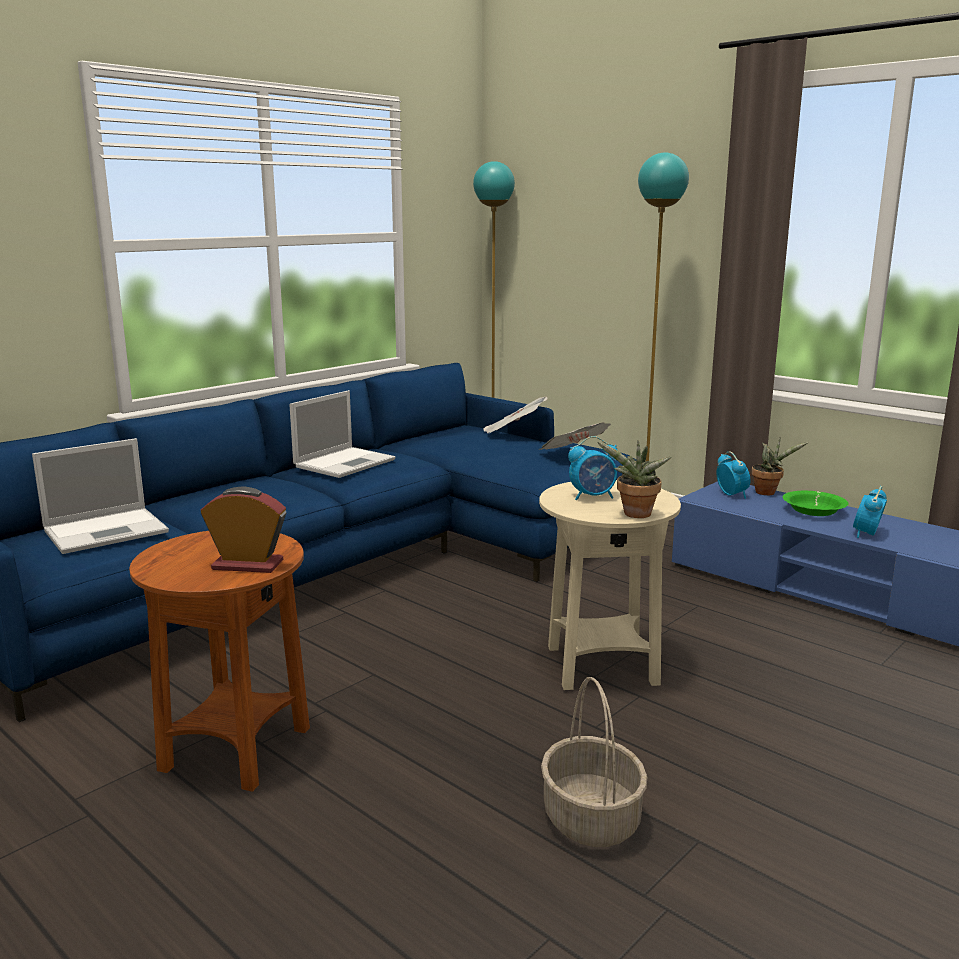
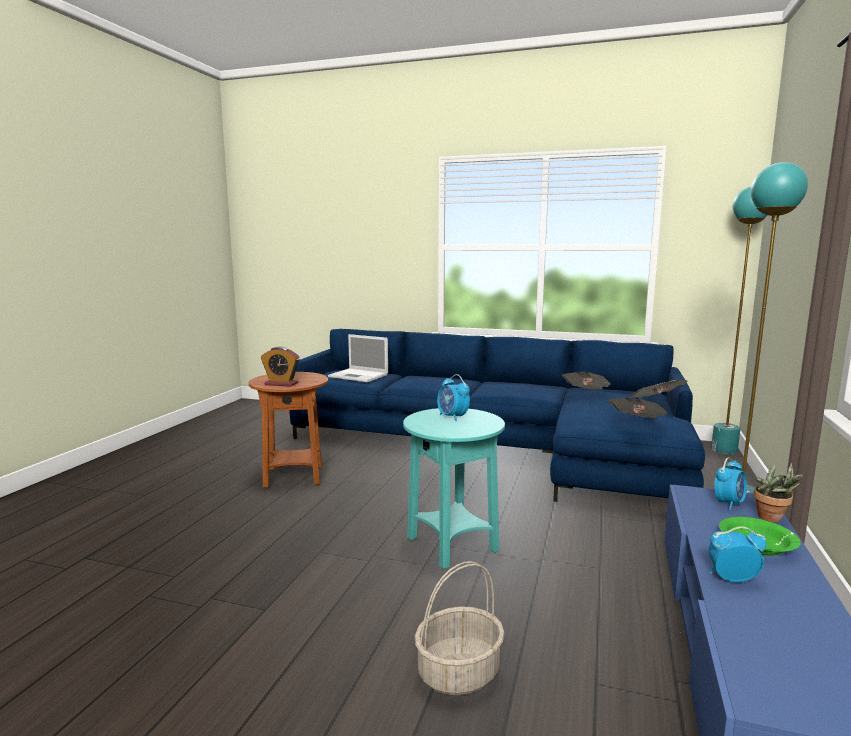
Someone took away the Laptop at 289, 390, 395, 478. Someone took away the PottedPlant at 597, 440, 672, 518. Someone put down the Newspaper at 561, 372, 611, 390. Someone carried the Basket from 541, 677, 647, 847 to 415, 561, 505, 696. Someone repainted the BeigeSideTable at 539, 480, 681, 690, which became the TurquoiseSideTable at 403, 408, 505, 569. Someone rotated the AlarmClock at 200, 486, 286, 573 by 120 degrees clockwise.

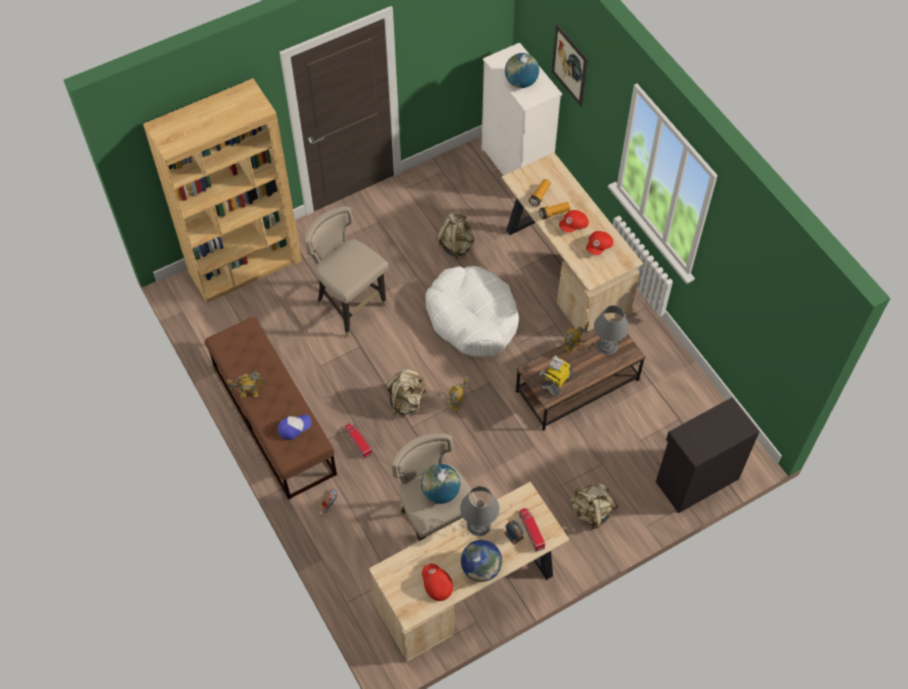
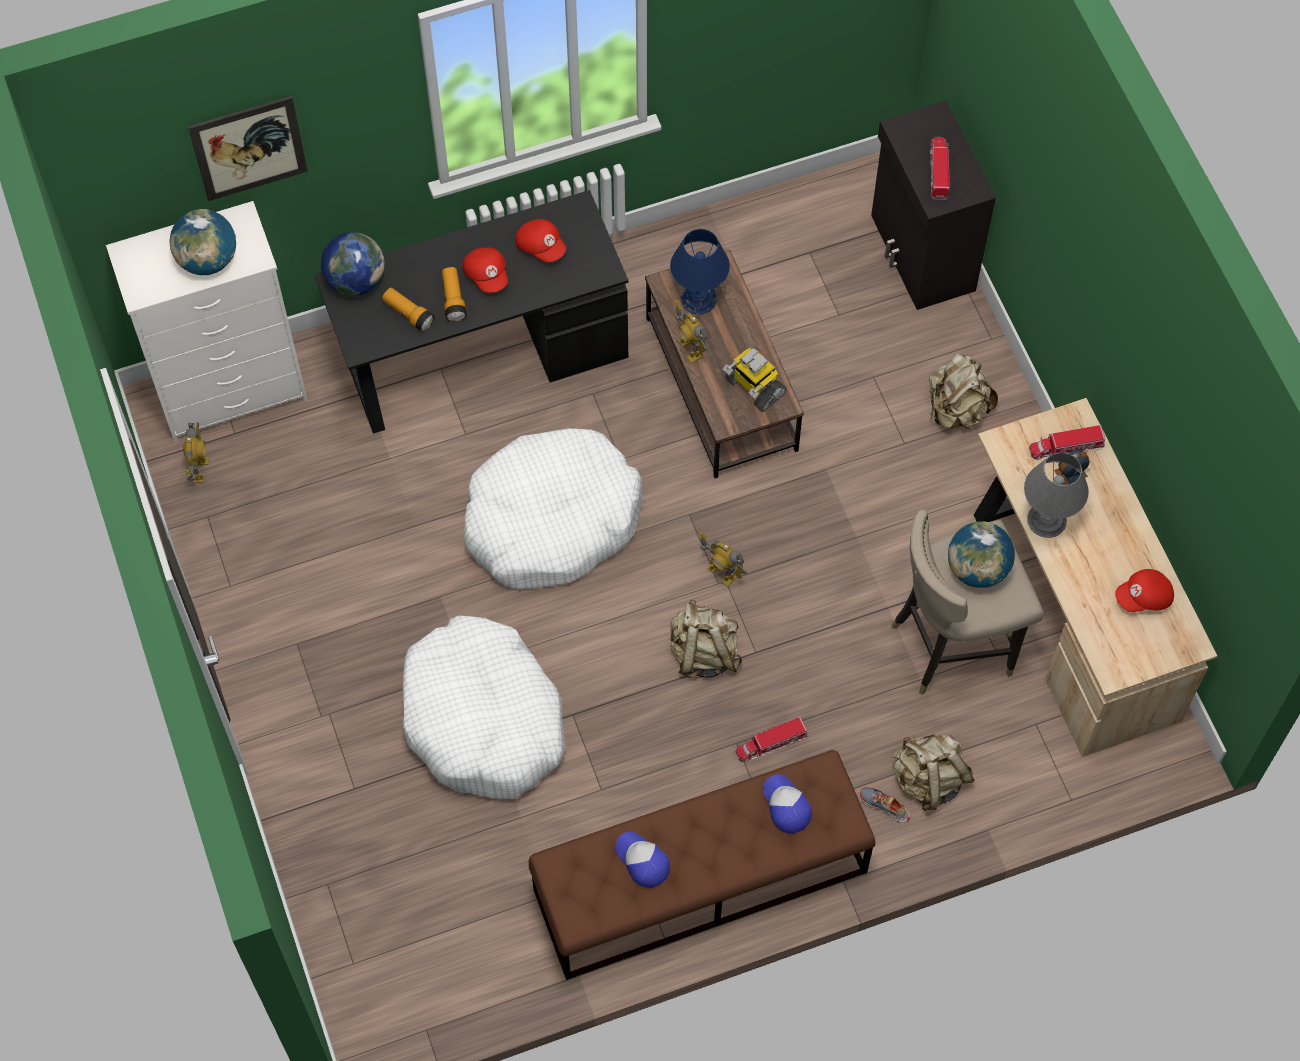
Someone took away the BrownBookcase at 143, 78, 302, 303. Someone put down the Cap at 615, 831, 670, 888. Someone put down the ToyTruck at 930, 137, 950, 200. Someone carried the ToyRobot from 227, 372, 265, 398 to 183, 422, 209, 483. Someone carried the BeigeBackpack from 436, 212, 475, 259 to 892, 734, 975, 811. Someone carried the Globe from 461, 540, 502, 582 to 321, 232, 385, 296. Someone swapped the BeigeStool at 305, 206, 389, 337 for the WhiteDogBed at 403, 615, 566, 799. Someone repainted the BeigeDesk at 501, 152, 643, 334, which became the BlackDesk at 314, 190, 628, 434. Someone repainted the GreyTableLamp at 594, 305, 629, 355, which became the BlueTableLamp at 670, 229, 730, 314.

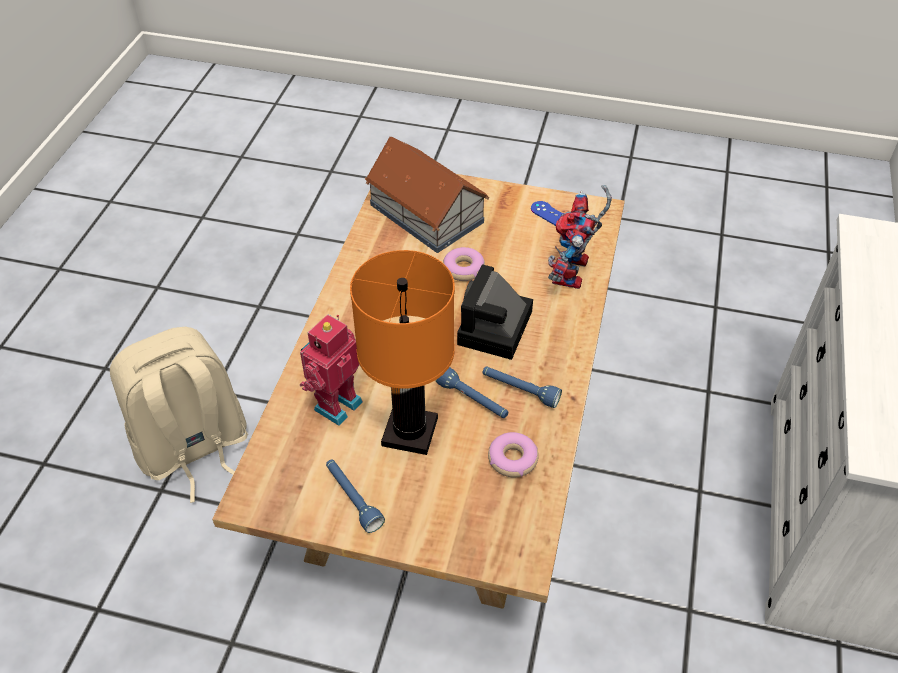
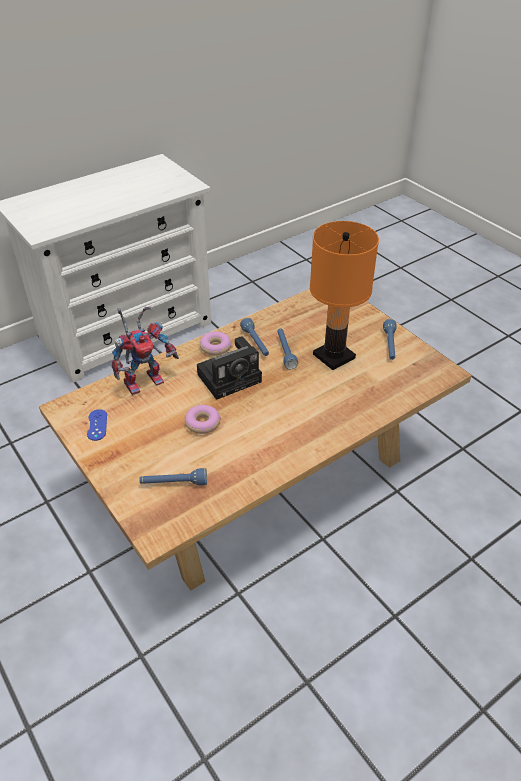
Someone took away the BeigeBackpack at 110, 327, 248, 503. Someone took away the ToyRobot at 300, 314, 363, 426. Someone carried the Donut from 488, 432, 539, 477 to 200, 331, 231, 356. Someone swapped the ToyHouse at 365, 137, 490, 253 for the BlueFlashlight at 139, 468, 207, 485.

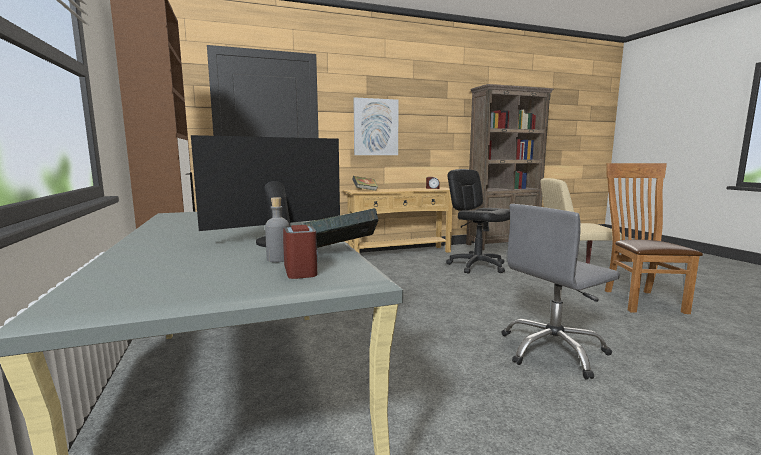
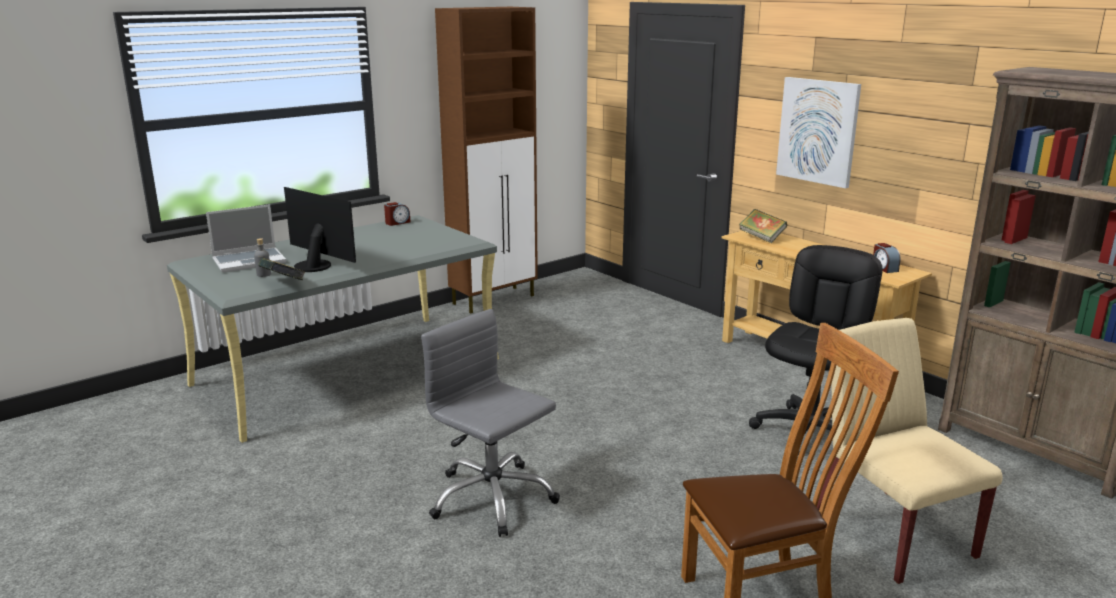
Someone put down the Laptop at 206, 204, 286, 272. Someone carried the AlarmClock from 283, 225, 318, 279 to 384, 202, 410, 226.

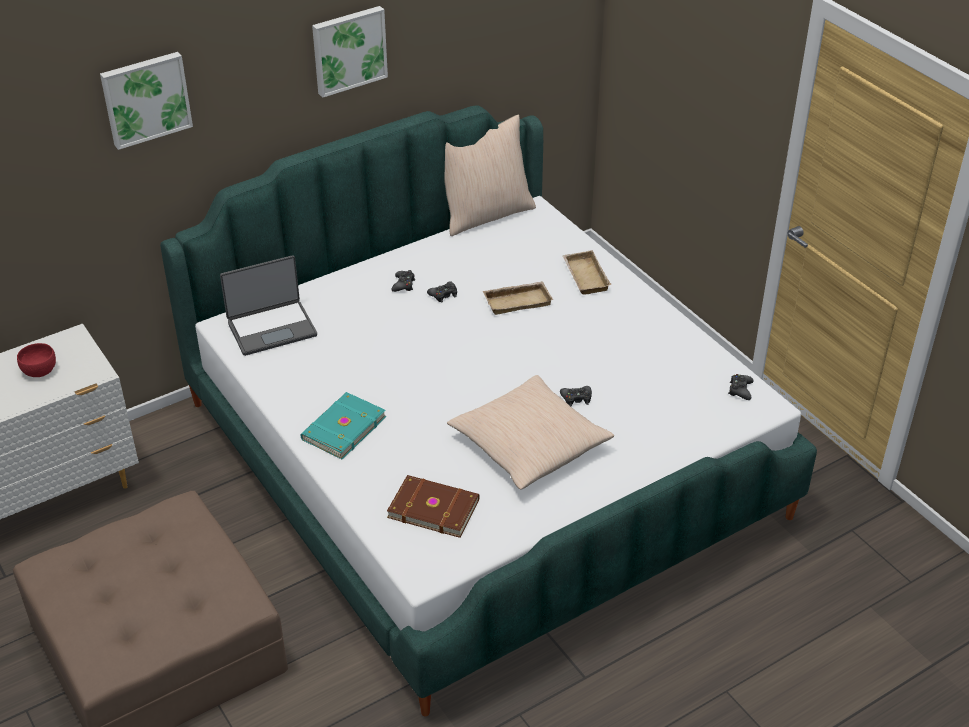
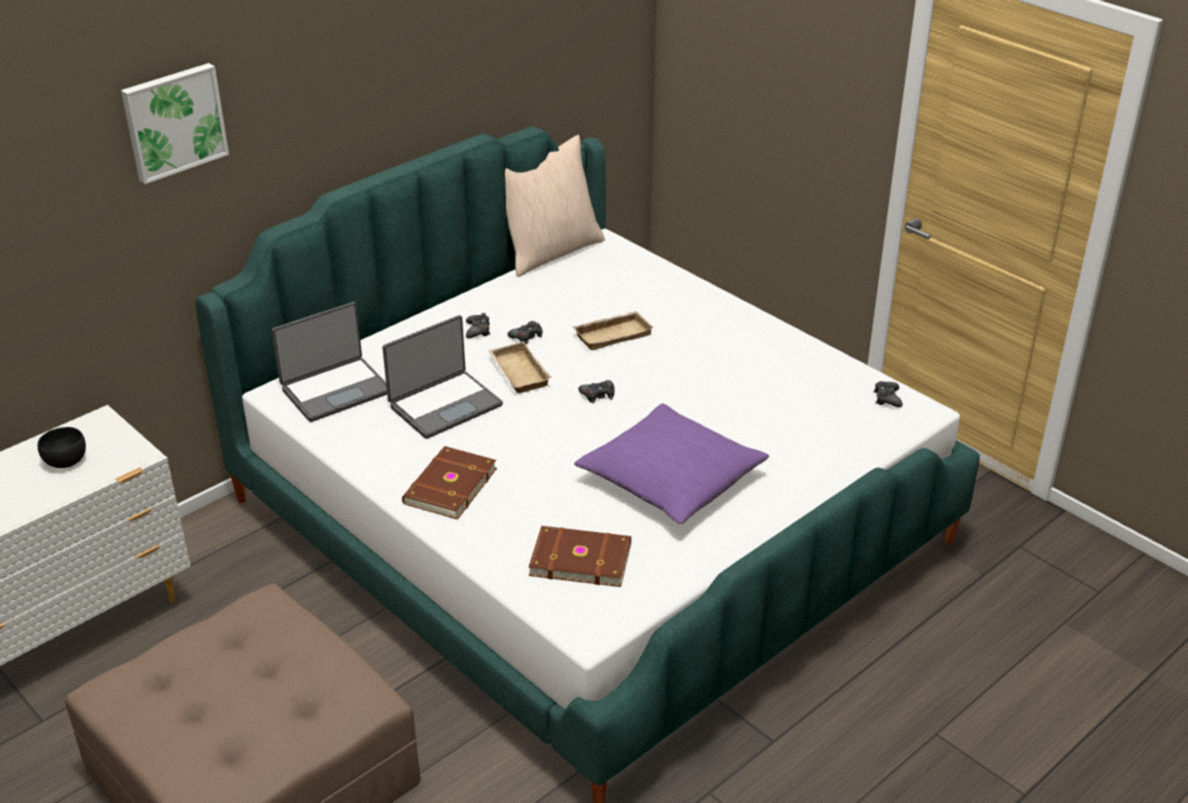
Someone took away the Picture at 312, 6, 388, 98. Someone put down the Laptop at 382, 315, 503, 439. Someone carried the BlackGameController from 560, 386, 592, 406 to 578, 380, 615, 403. Someone carried the BeigeTray from 562, 250, 611, 295 to 488, 341, 552, 393. Someone repainted the RedBowl at 17, 343, 56, 377, which became the BlackBowl at 38, 427, 86, 468. Someone repainted the TurquoiseBook at 301, 392, 386, 459, which became the BrownBook at 402, 446, 497, 520. Someone repainted the BeigePillow at 447, 375, 614, 490, which became the PurplePillow at 574, 404, 769, 524.

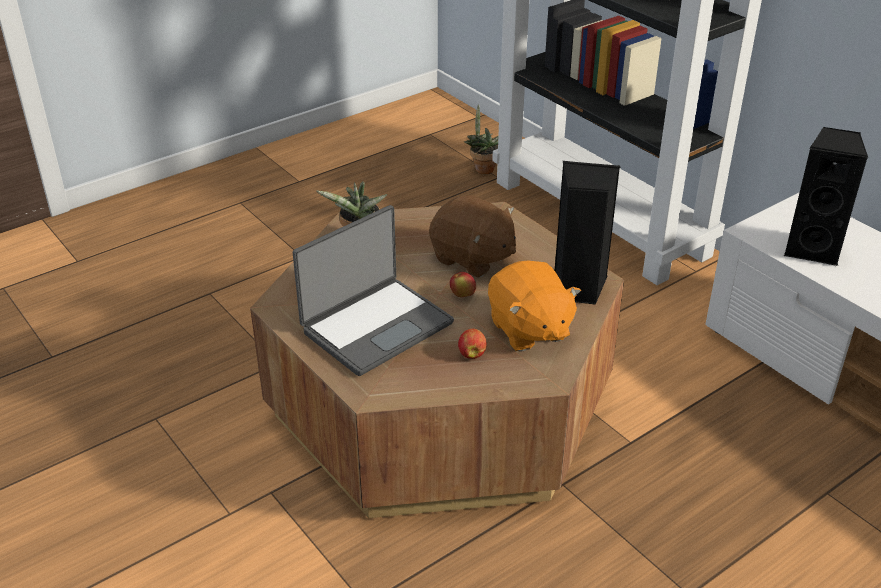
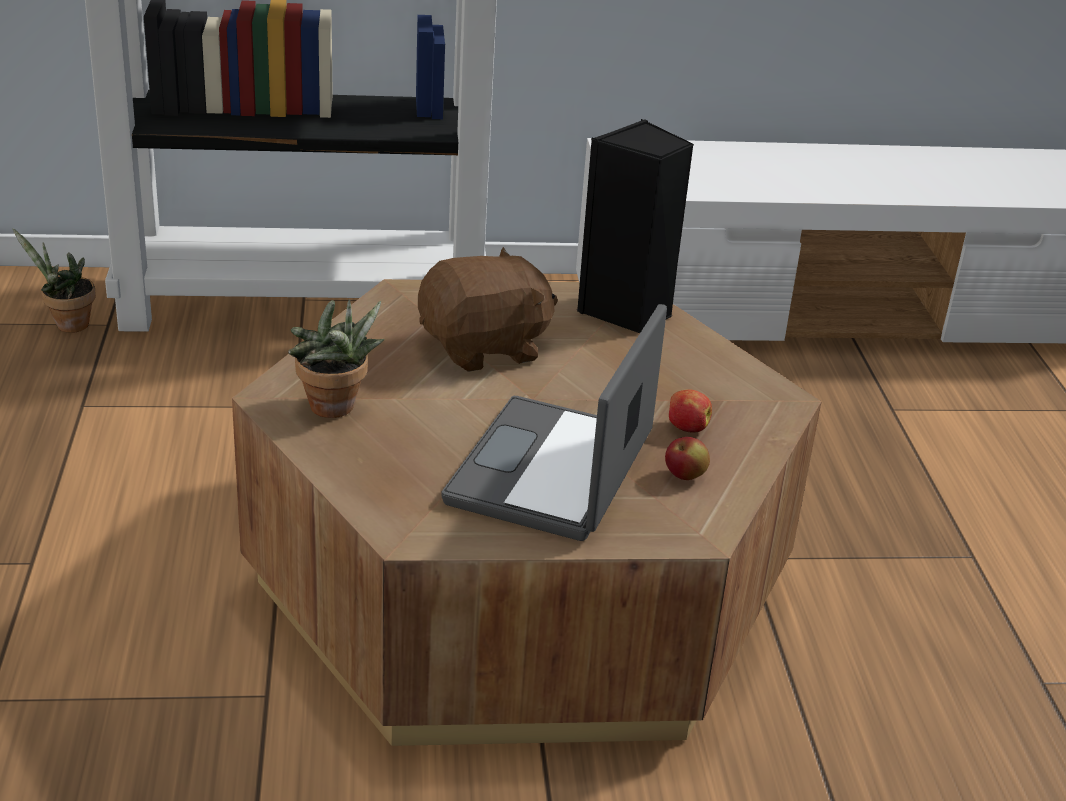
Someone took away the OrangePlushToy at 488, 260, 581, 352. Someone took away the BlackSpeaker at 784, 127, 868, 266. Someone carried the Apple from 450, 272, 476, 297 to 665, 437, 710, 480. Someone rotated the Laptop at 293, 205, 454, 376 by 150 degrees counterclockwise.

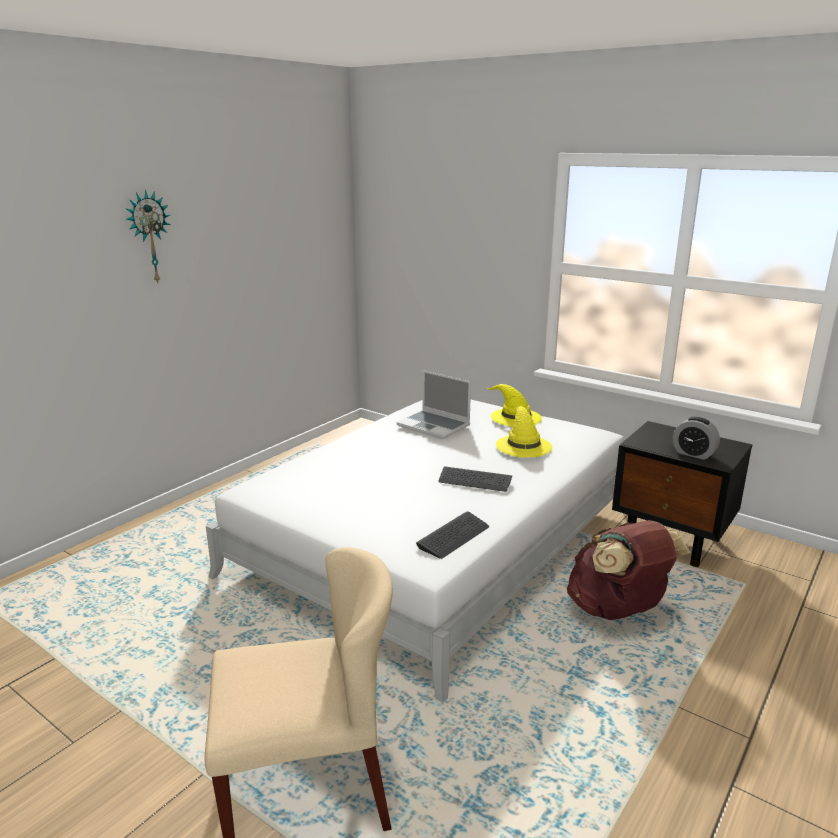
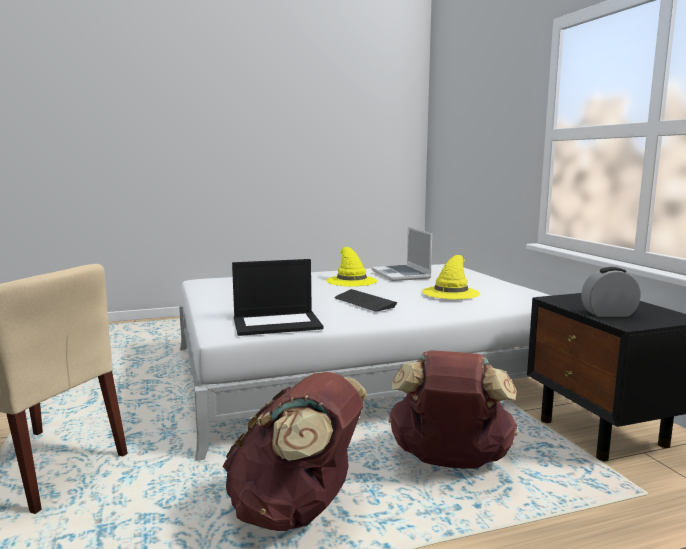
Someone took away the WallClock at 126, 190, 170, 283. Someone put down the BrownBackpack at 222, 372, 367, 531. Someone carried the YellowHat from 485, 384, 542, 427 to 326, 247, 378, 287. Someone swapped the Keyboard at 416, 511, 489, 559 for the Laptop at 232, 259, 324, 336. Someone rotated the AlarmClock at 673, 417, 720, 460 by 105 degrees clockwise.

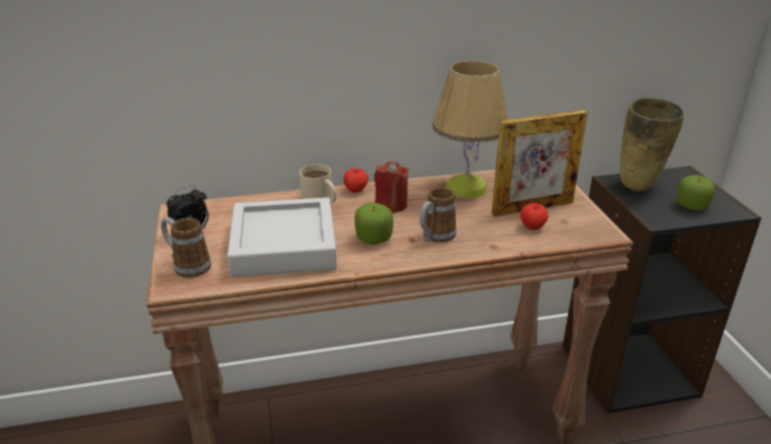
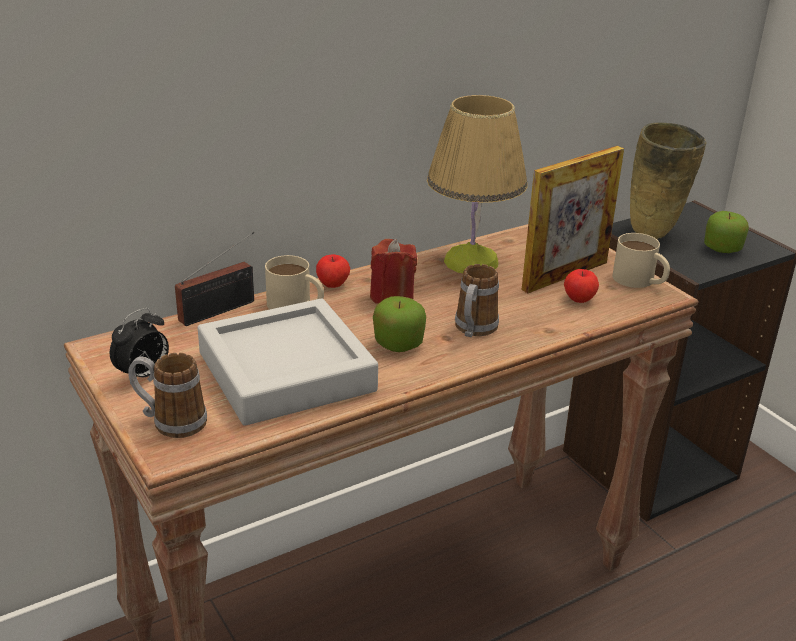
Someone put down the Radio at 175, 232, 254, 326. Someone put down the BeigeMug at 612, 233, 670, 288.

